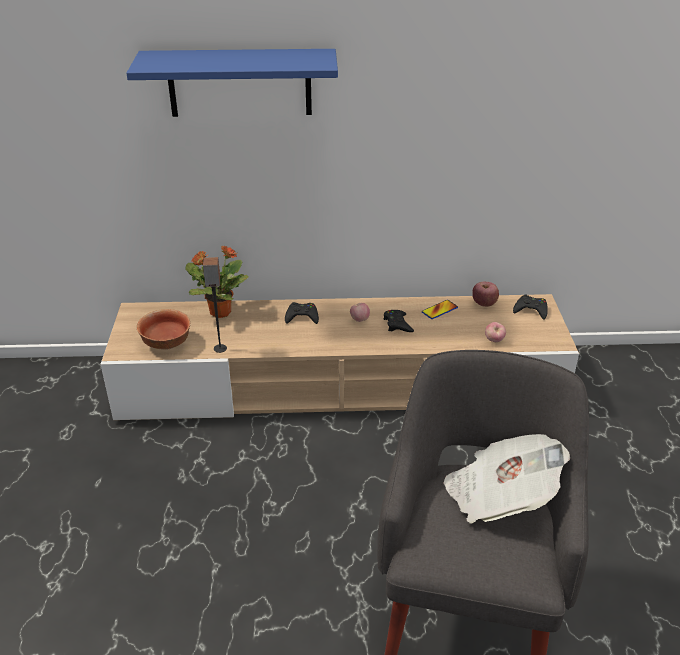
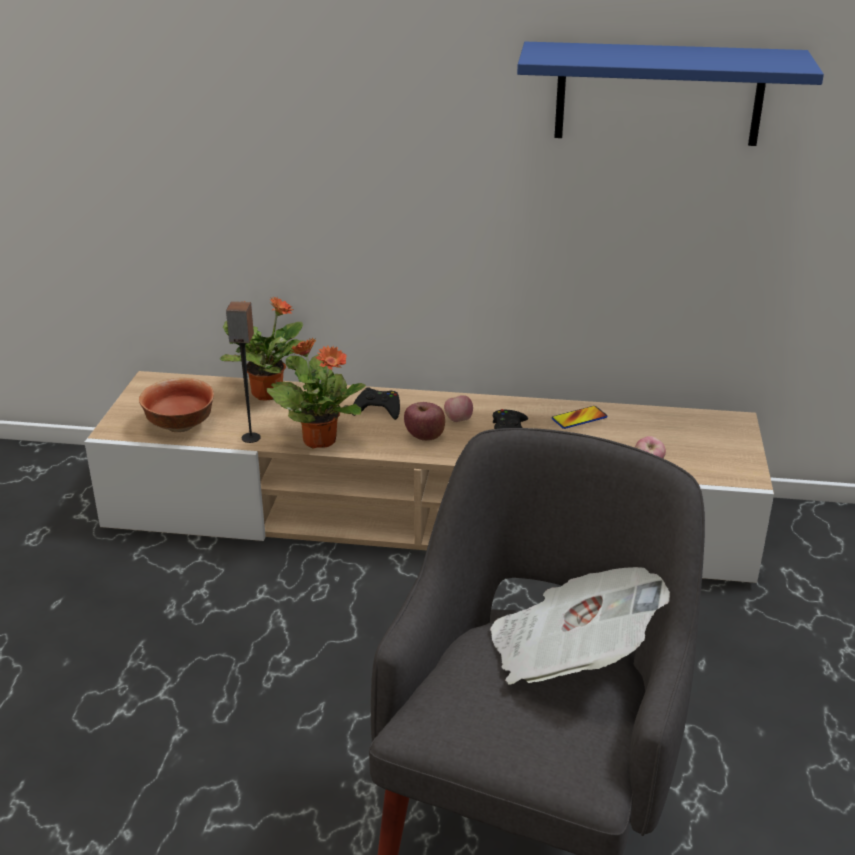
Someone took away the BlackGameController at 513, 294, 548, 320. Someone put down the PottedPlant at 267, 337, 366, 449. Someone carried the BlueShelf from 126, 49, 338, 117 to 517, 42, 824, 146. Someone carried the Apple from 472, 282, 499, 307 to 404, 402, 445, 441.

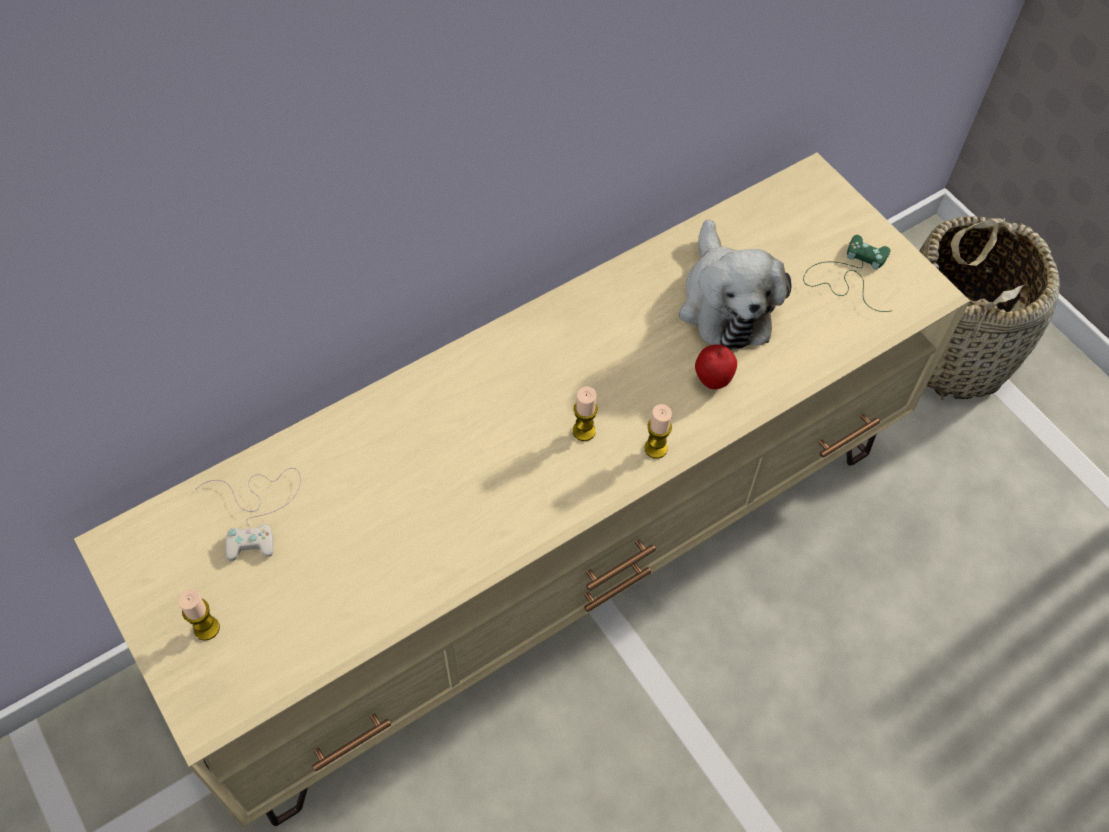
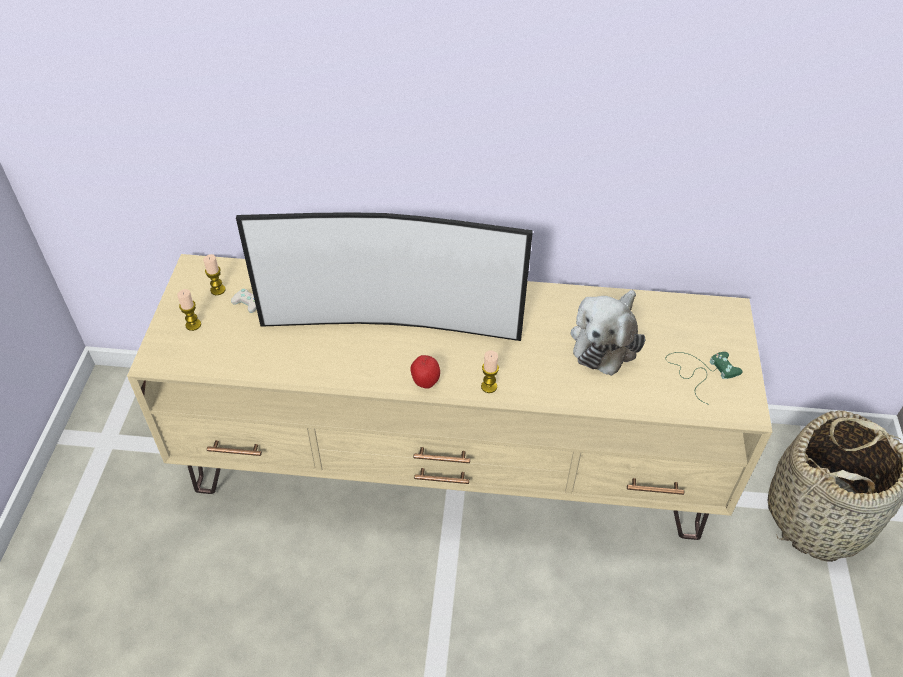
Someone put down the Television at 236, 212, 533, 341. Someone carried the Candle from 573, 387, 598, 441 to 203, 254, 225, 295. Someone carried the Apple from 695, 344, 737, 389 to 410, 355, 440, 389.

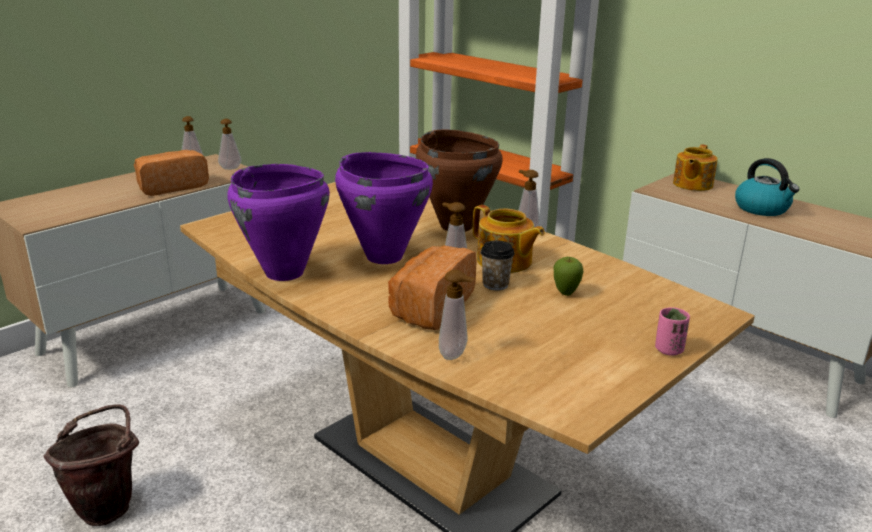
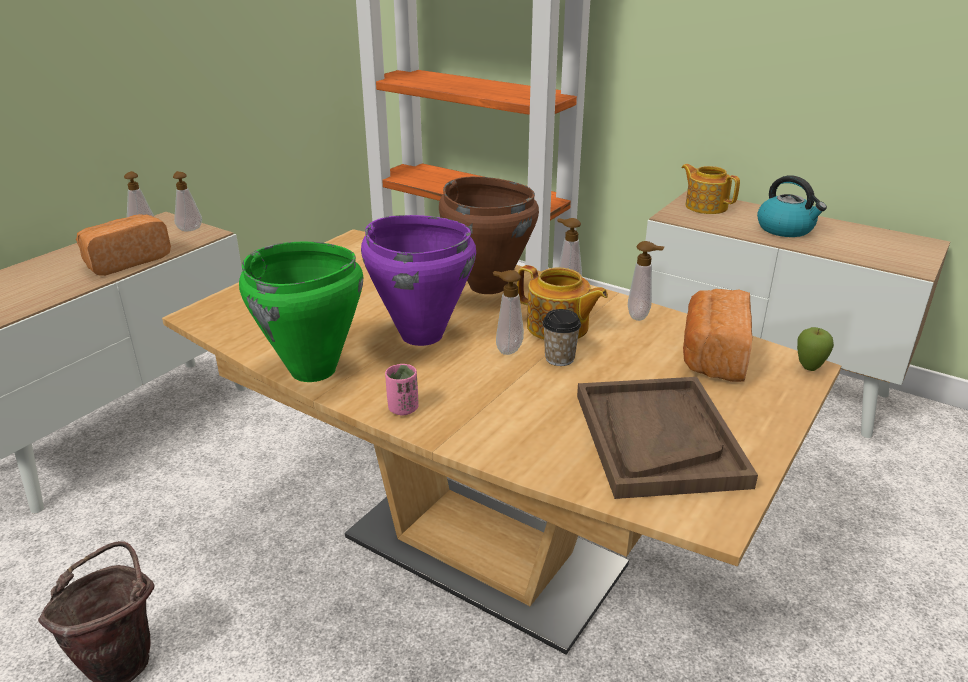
Someone put down the BrownTray at 577, 377, 758, 499. Someone carried the Bread from 388, 245, 476, 330 to 683, 289, 752, 382. Someone carried the SoapDispenser from 439, 270, 475, 360 to 628, 241, 664, 321. Someone carried the Apple from 553, 257, 584, 296 to 797, 327, 834, 371. Someone carried the PinkCup from 655, 307, 690, 356 to 385, 364, 419, 416. Someone repainted the PurpleCookingPot at 227, 164, 330, 281, which became the GreenCookingPot at 239, 242, 363, 382. Someone rotated the Teapot at 673, 144, 718, 191 by 120 degrees clockwise.

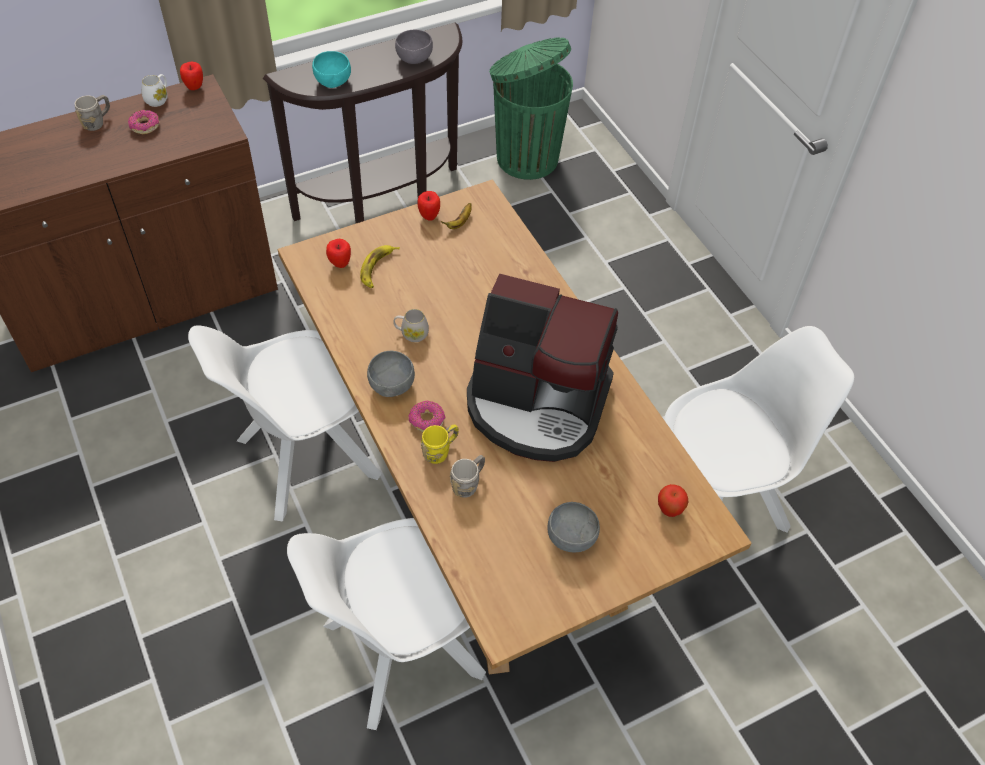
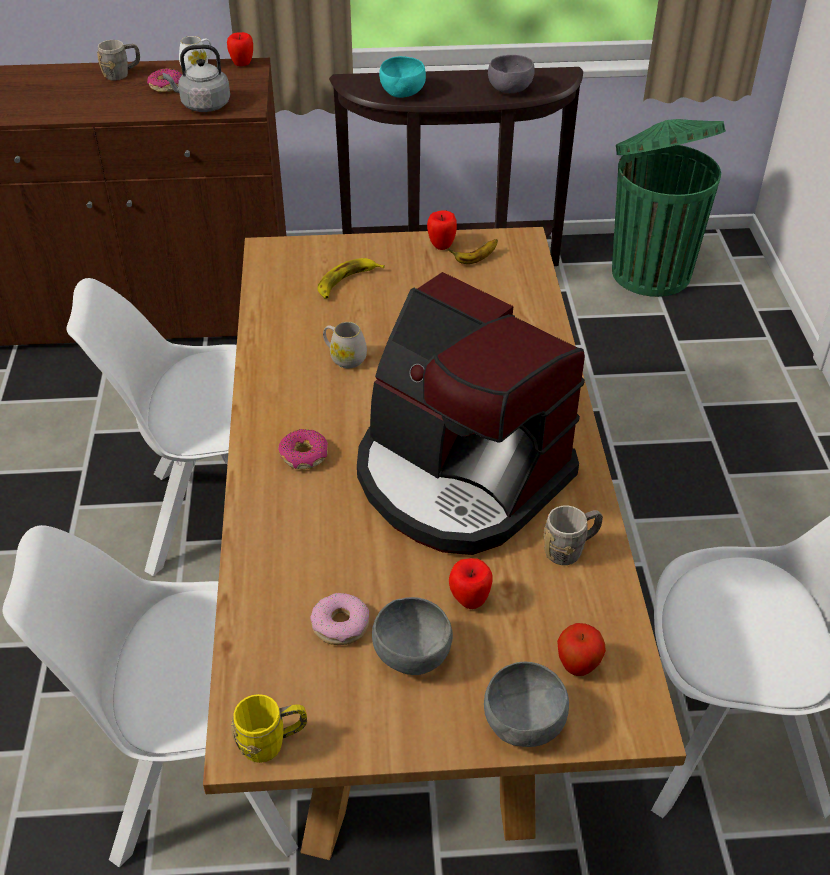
Someone put down the GreyKettle at 163, 45, 230, 112. Someone put down the Donut at 311, 593, 369, 645. Someone carried the Apple from 326, 239, 351, 268 to 449, 558, 493, 609. Someone carried the GreyBowl from 367, 351, 415, 397 to 484, 662, 569, 747. Someone carried the YellowMug from 421, 425, 459, 464 to 231, 694, 307, 763. Someone carried the GreyMug from 450, 455, 485, 498 to 544, 506, 603, 565.

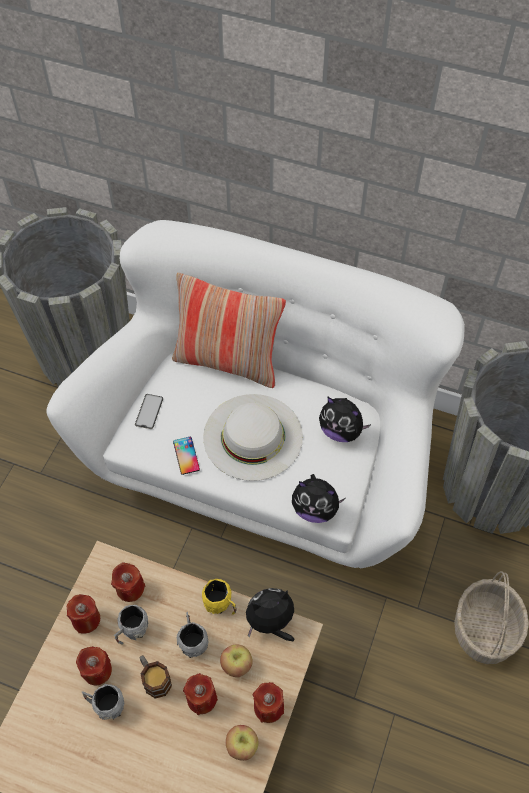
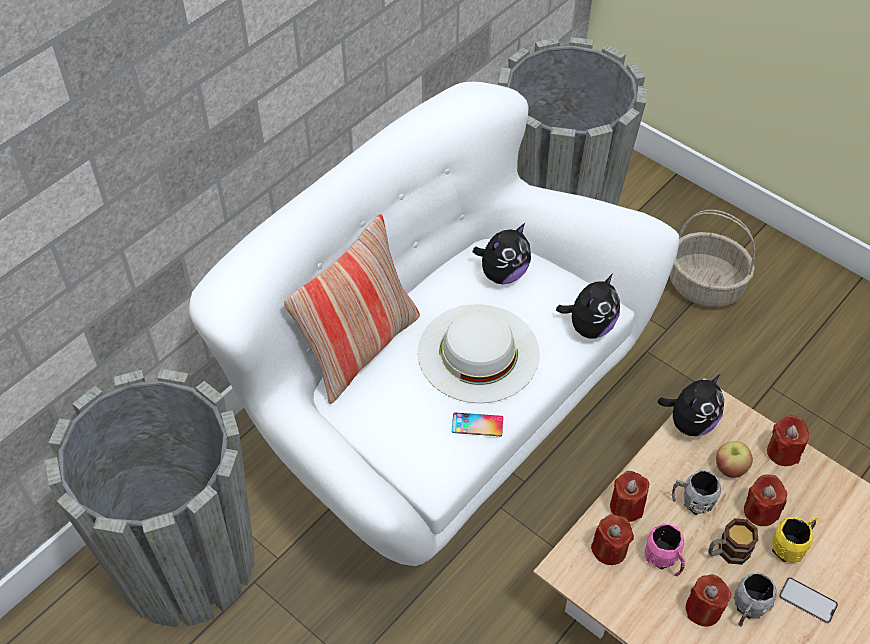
Someone took away the Apple at 226, 725, 259, 761. Someone carried the RedCandle from 67, 594, 100, 634 to 610, 471, 650, 522. Someone carried the Phone from 135, 394, 163, 429 to 779, 577, 838, 624. Someone carried the YellowMug from 202, 579, 236, 615 to 772, 516, 819, 563. Someone repainted the GreyMug at 114, 605, 148, 645, which became the PinkMug at 644, 523, 686, 576. Someone rotated the PlushToy at 246, 588, 294, 641 by 135 degrees counterclockwise.

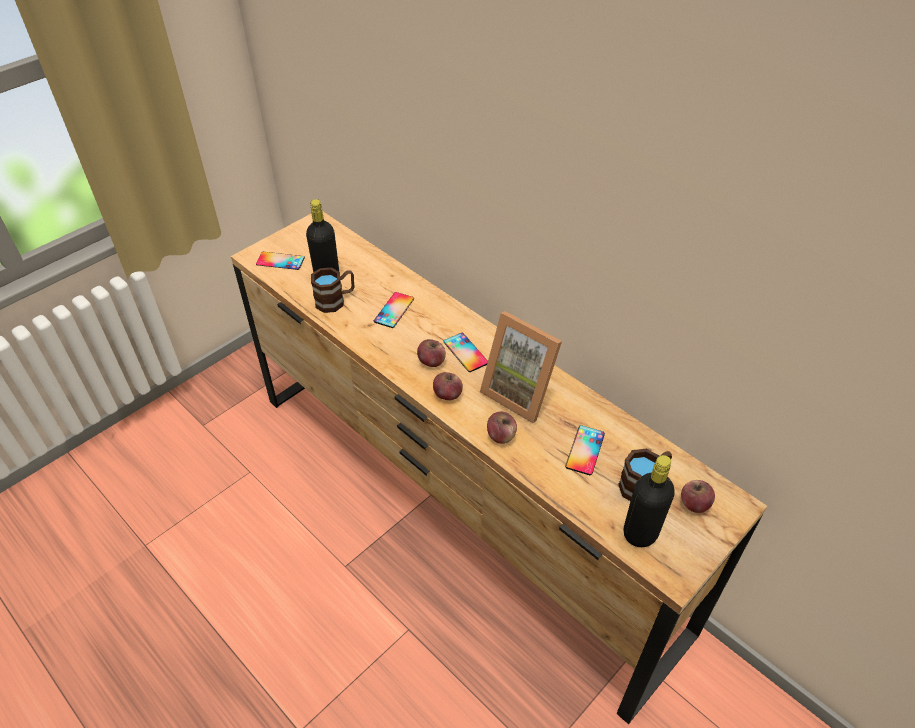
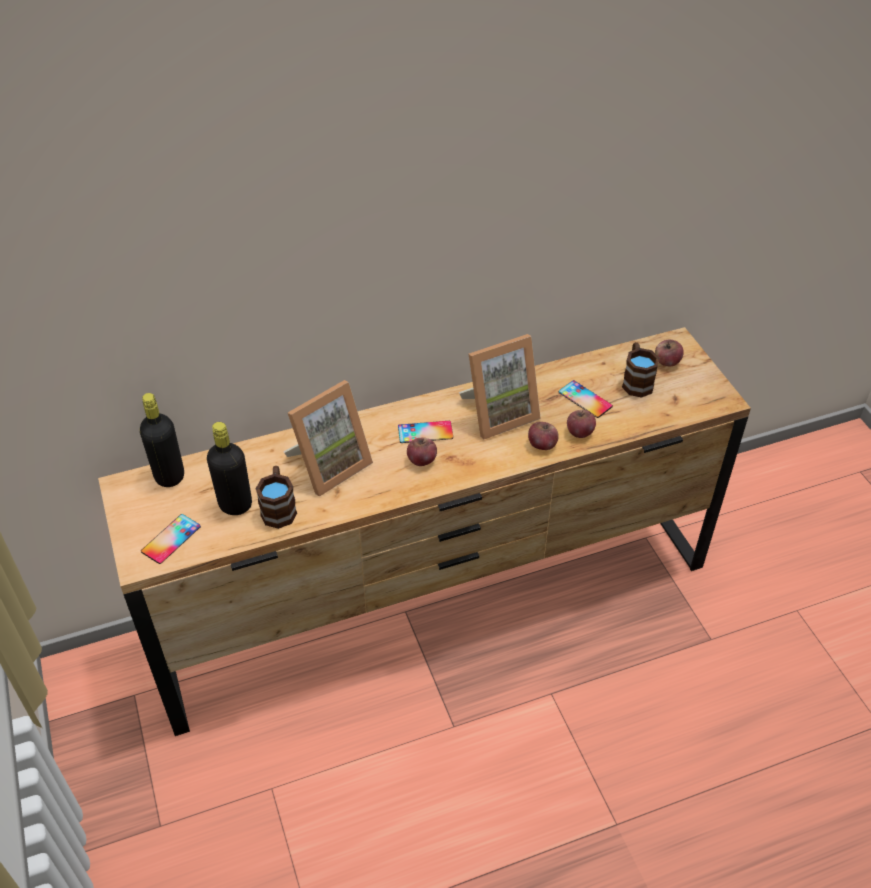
Someone carried the Apple from 433, 372, 463, 400 to 567, 410, 596, 438. Someone carried the BlackBottle from 624, 455, 675, 547 to 140, 393, 184, 487. Someone swapped the Phone at 374, 292, 414, 328 for the PictureFrame at 283, 380, 373, 497.

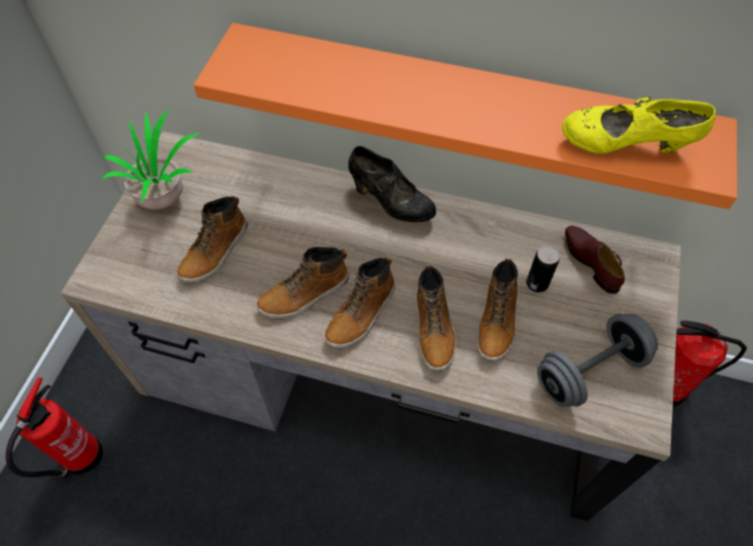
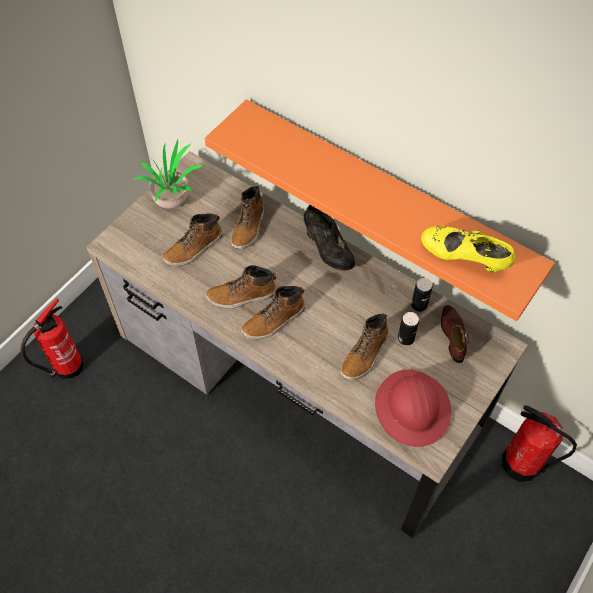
Someone put down the Can at 411, 278, 432, 312. Someone carried the Boot from 417, 265, 456, 371 to 231, 186, 265, 249. Someone swapped the GreyDumbbell at 537, 314, 658, 407 for the RedHardHat at 375, 369, 451, 447.

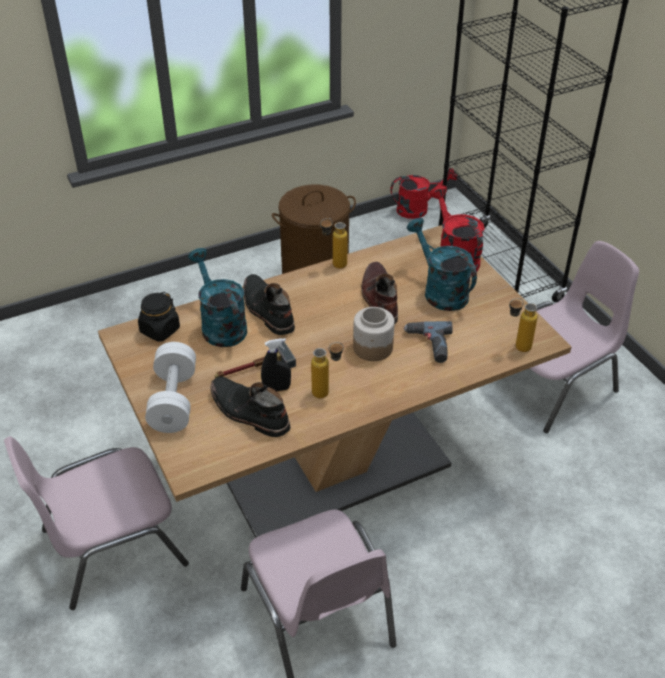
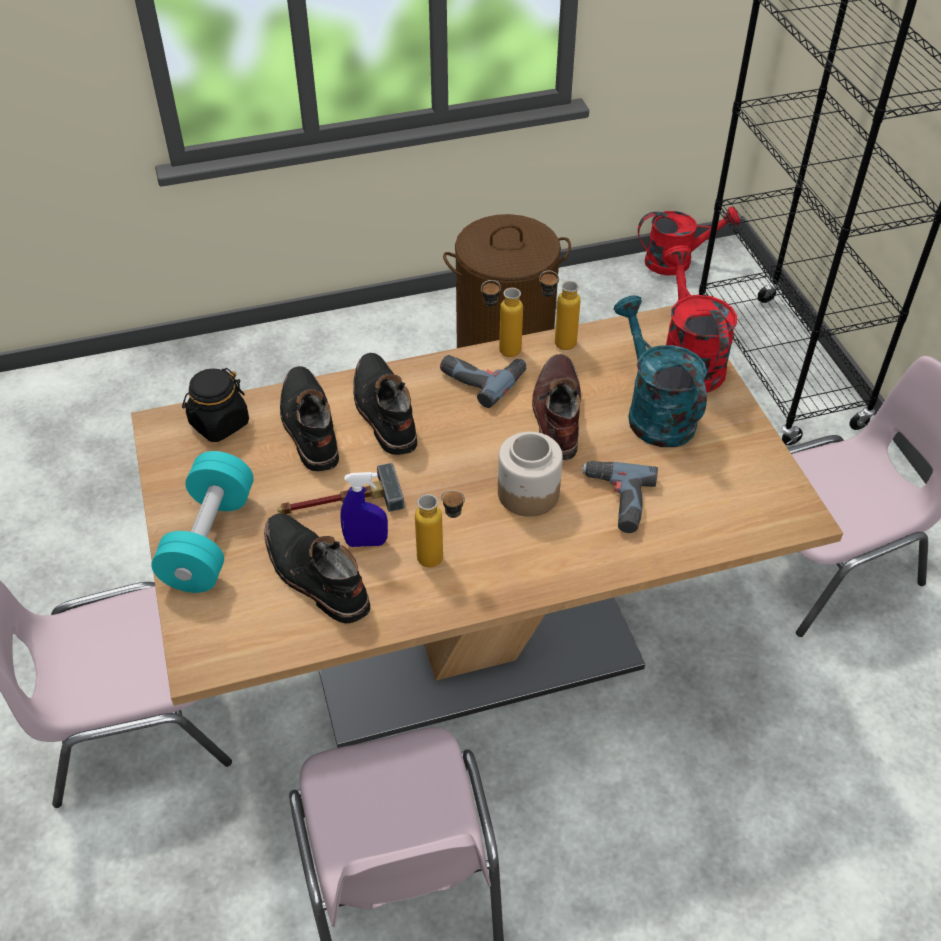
Someone put down the PowerDrill at 440, 355, 526, 408. Someone carried the Bottle from 509, 298, 537, 352 to 539, 271, 580, 350. Someone swapped the TurquoiseWateringCan at 188, 248, 247, 347 for the BlackBoot at 280, 366, 339, 471. Someone repainted the WhiteDumbbell at 145, 342, 196, 433, which became the TurquoiseDumbbell at 151, 451, 254, 593. Someone repainted the BlackSprayBottle at 261, 338, 291, 391, which became the BlueSprayBottle at 340, 472, 388, 547.

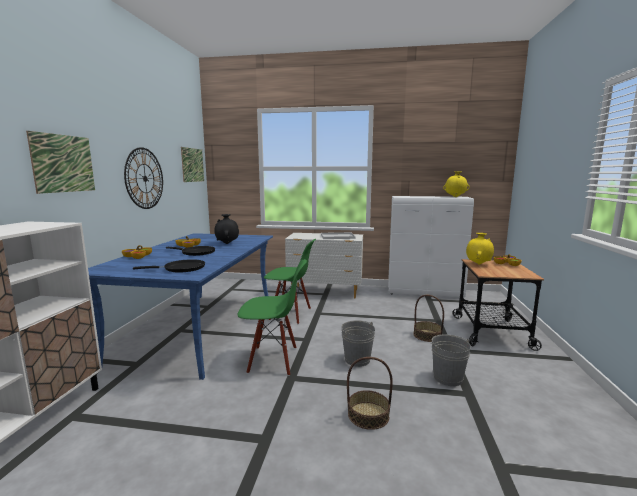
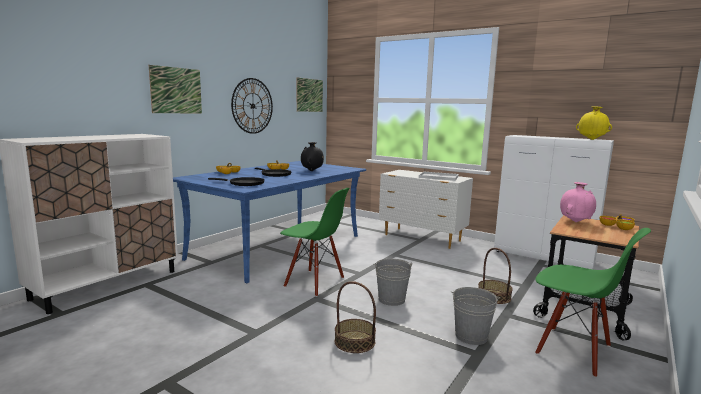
Someone carried the GreenChair from 264, 239, 316, 324 to 535, 228, 651, 378. Someone repainted the YellowVase at 466, 233, 494, 264, which became the PinkVase at 560, 182, 596, 222.

